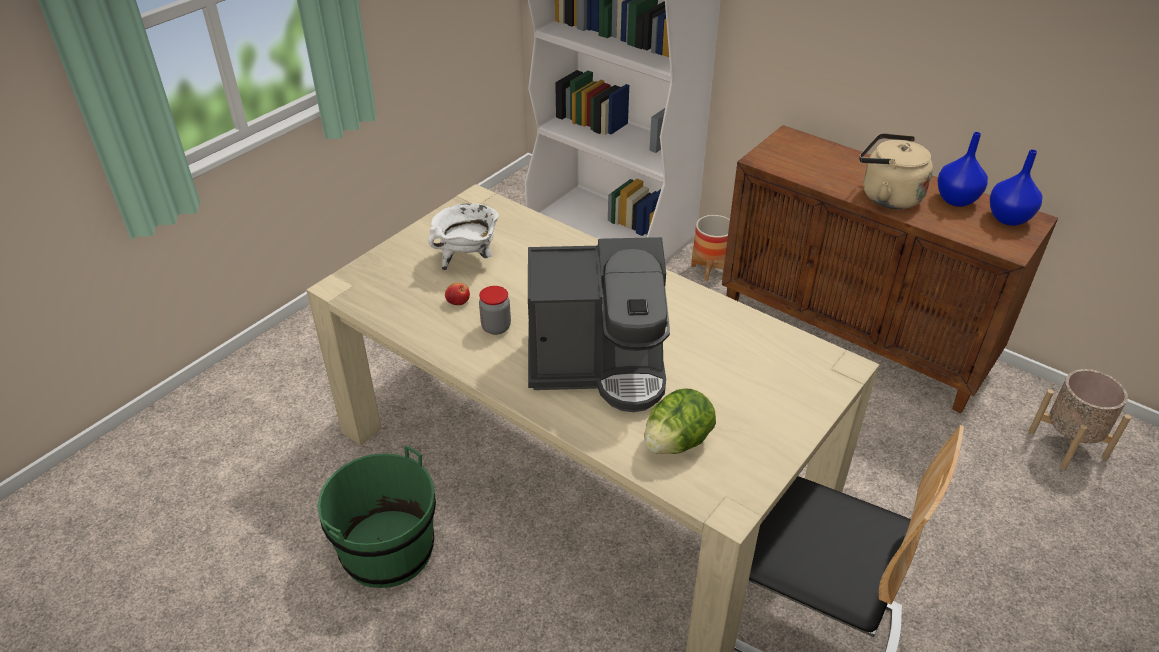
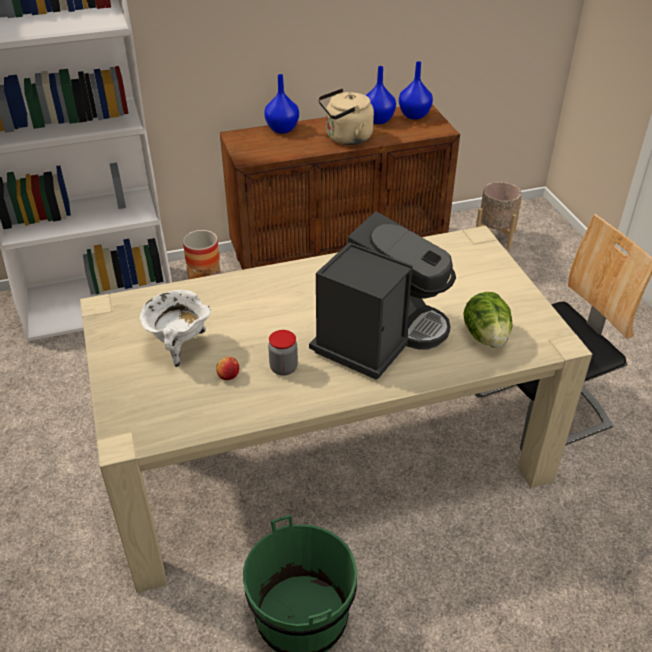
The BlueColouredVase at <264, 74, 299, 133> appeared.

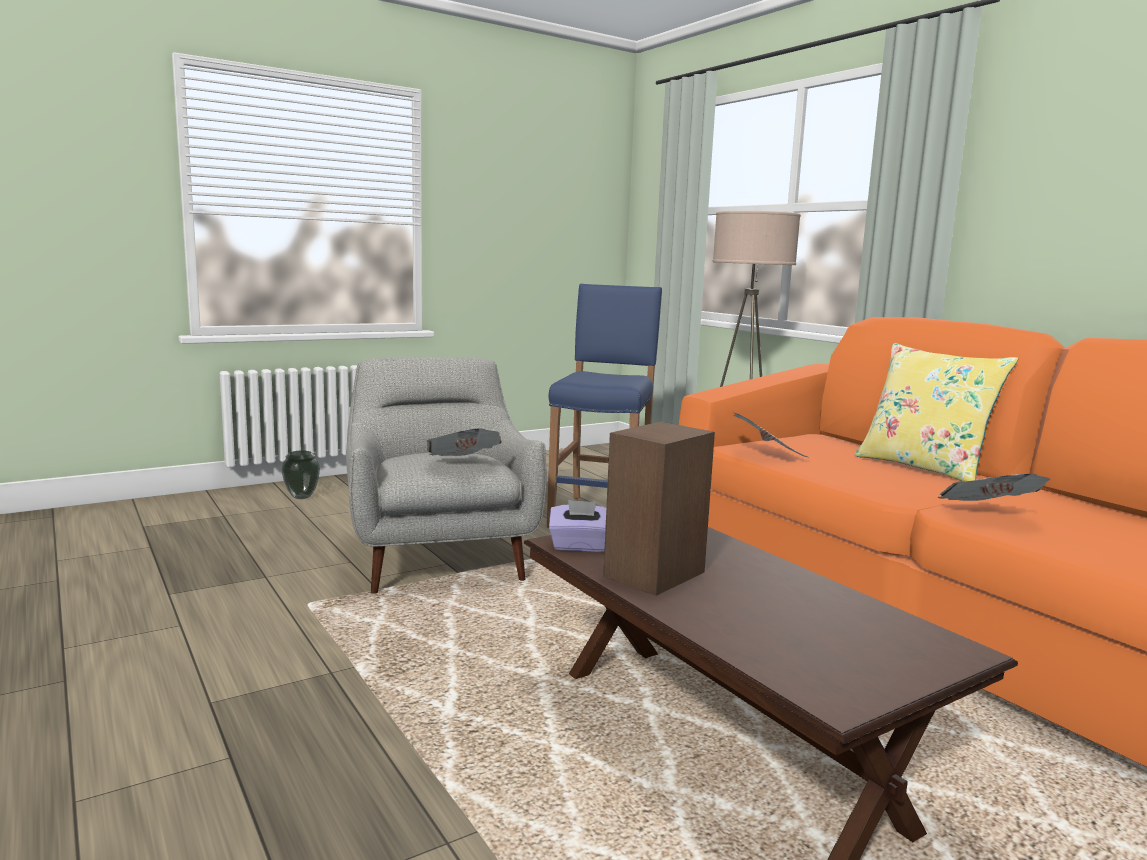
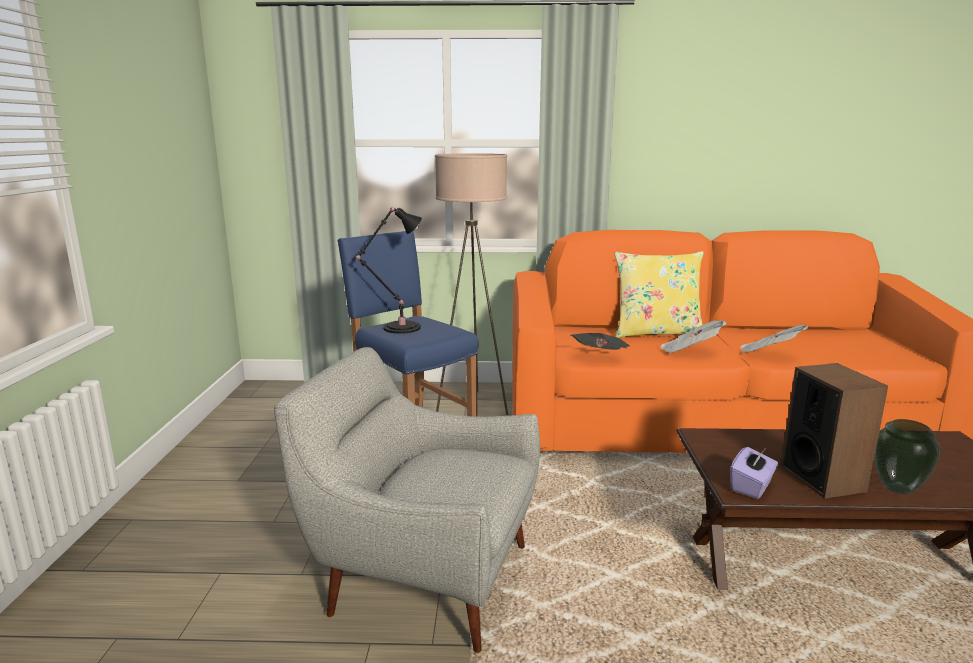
The PrintedPaper moved from <427, 428, 502, 456> to <660, 320, 726, 353>.
The Vase moved from <281, 451, 320, 499> to <874, 419, 940, 494>.
The BlackishLampForATable at <356, 207, 422, 334> appeared.

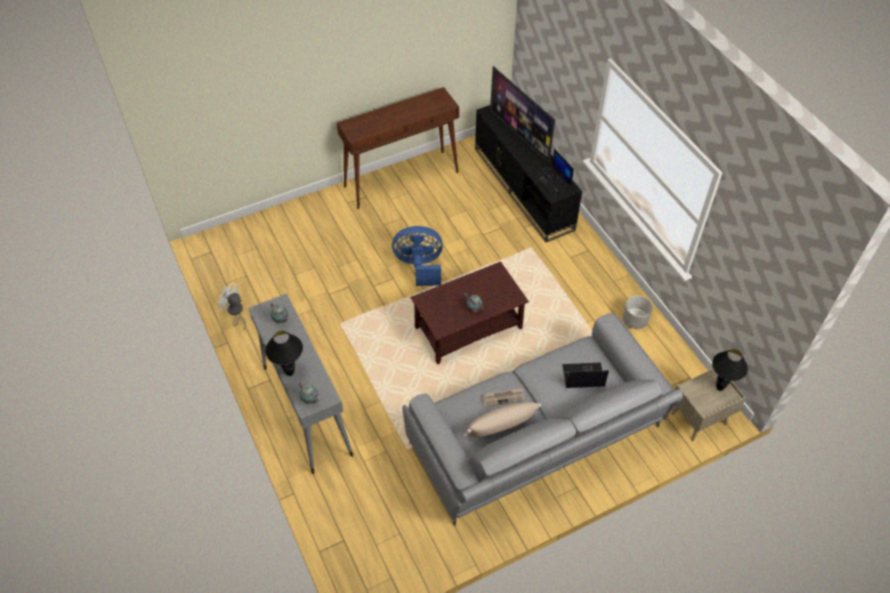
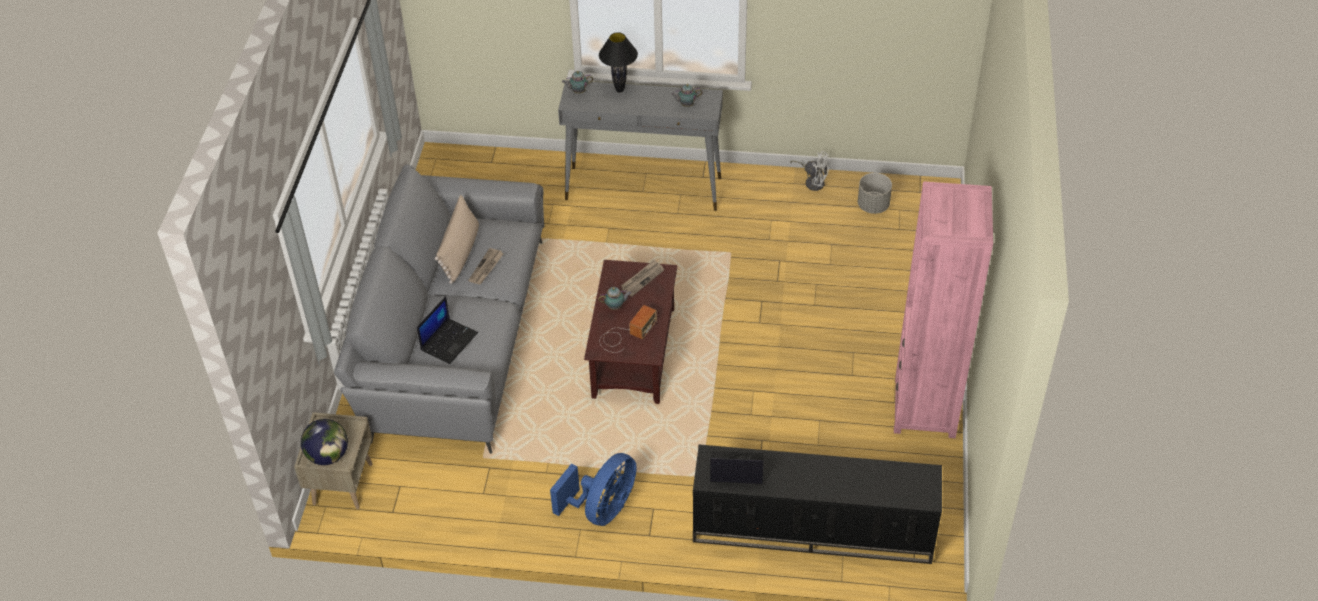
The Television at <490, 66, 555, 164> disappeared.
The BrownColouredNarrowTable at <337, 87, 459, 209> was replaced by the PinkShelvingUnit at <894, 181, 993, 438>.
The BlueColouredElectricFan moved from <392, 226, 443, 286> to <550, 453, 637, 526>.
The WhitishElectricFan at <217, 282, 246, 330> turned 45 degrees clockwise.
The GreyishPlanter moved from <623, 296, 653, 329> to <858, 173, 892, 214>.
The BlackishLampForATable at <712, 349, 748, 391> was replaced by the Globe at <301, 419, 348, 465>.
The PrintedPaper at <621, 260, 664, 297> appeared.
The Radio at <600, 305, 657, 353> appeared.

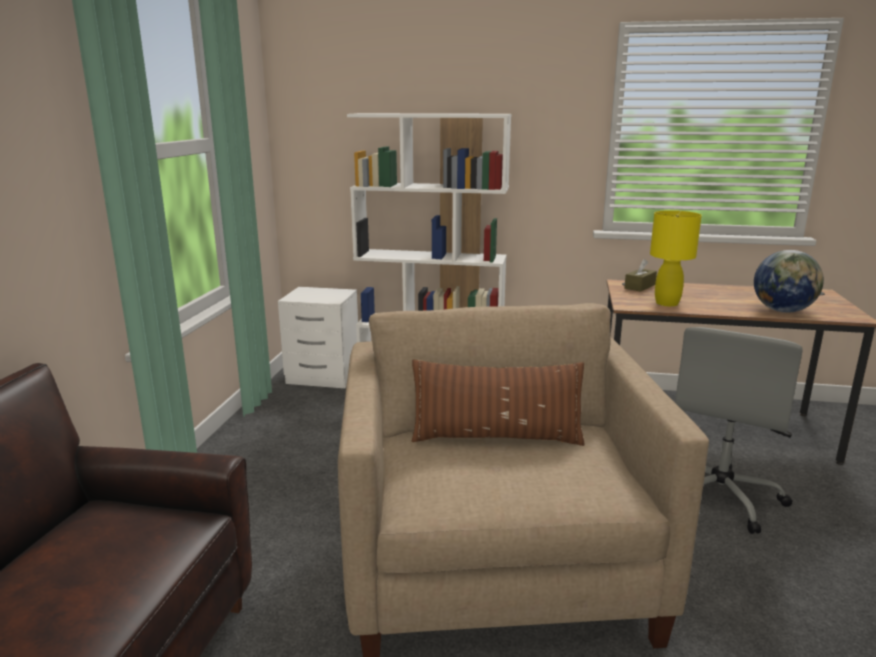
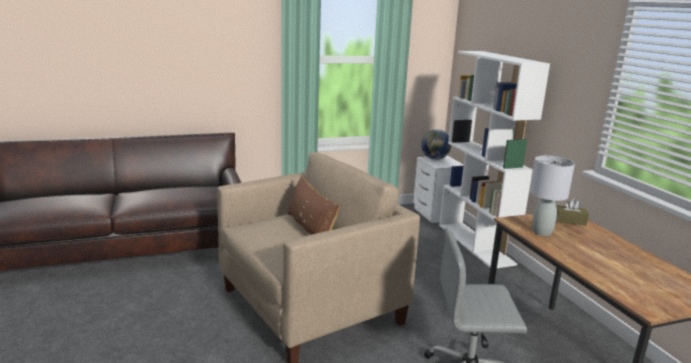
The YellowColouredLampForATable at <650, 210, 702, 307> became the GreyishLampForATable at <530, 156, 575, 236>.
The Globe moved from <754, 250, 824, 313> to <421, 129, 452, 160>.

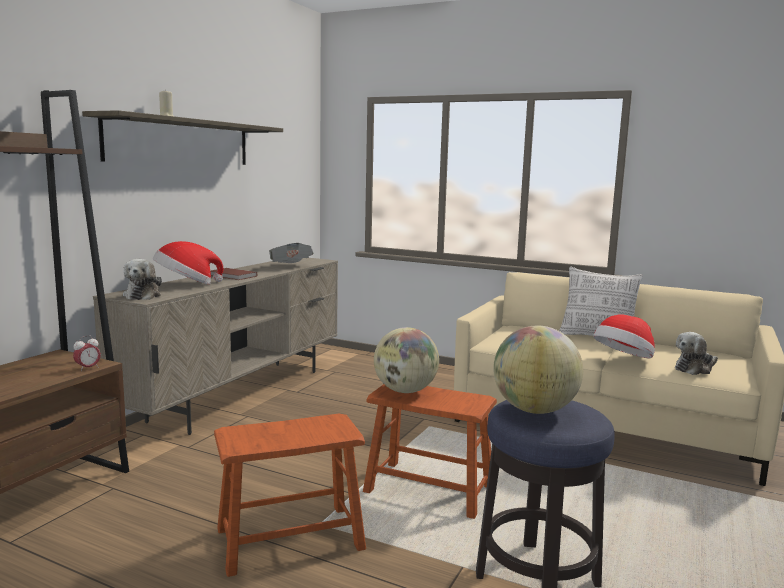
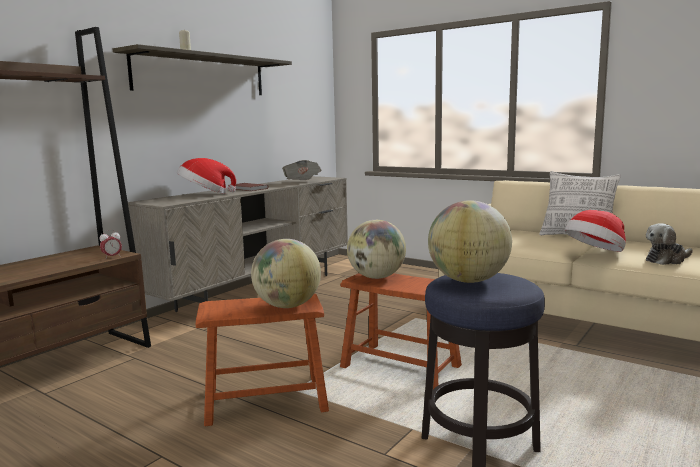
The SoftToy at <123, 259, 162, 300> disappeared.
The Globe at <251, 239, 321, 308> appeared.

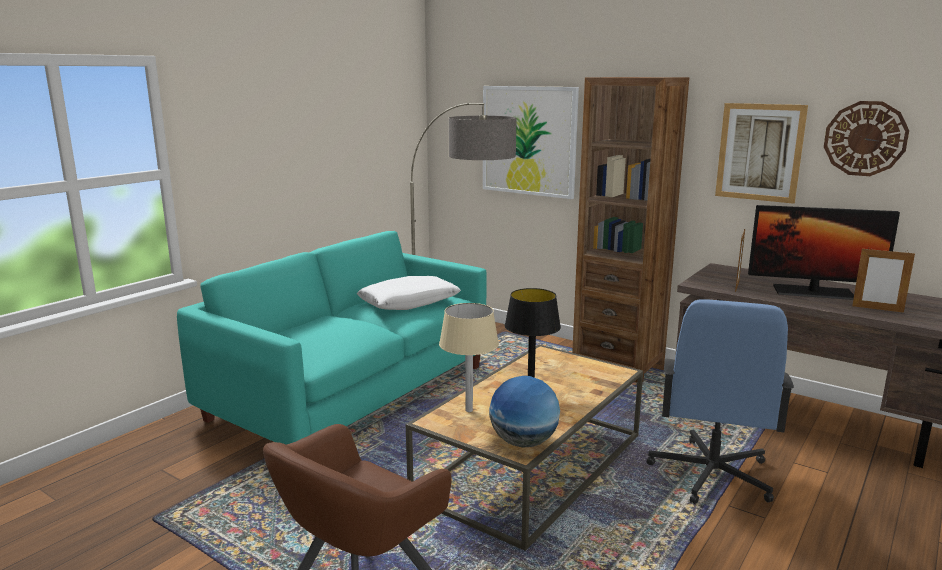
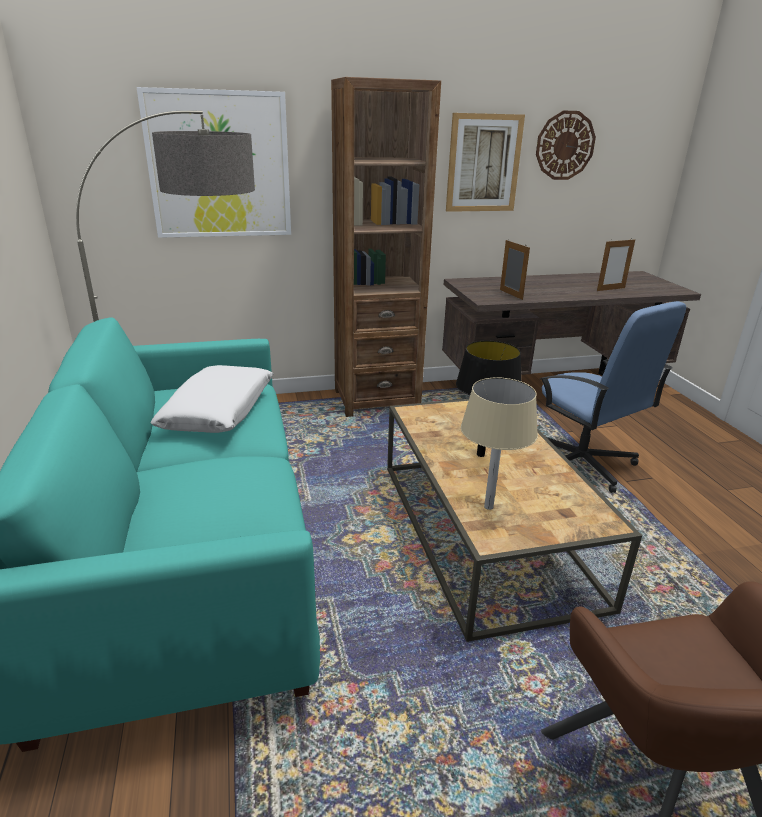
The Monitor at <748, 205, 900, 300> disappeared.
The Globe at <489, 376, 560, 448> disappeared.

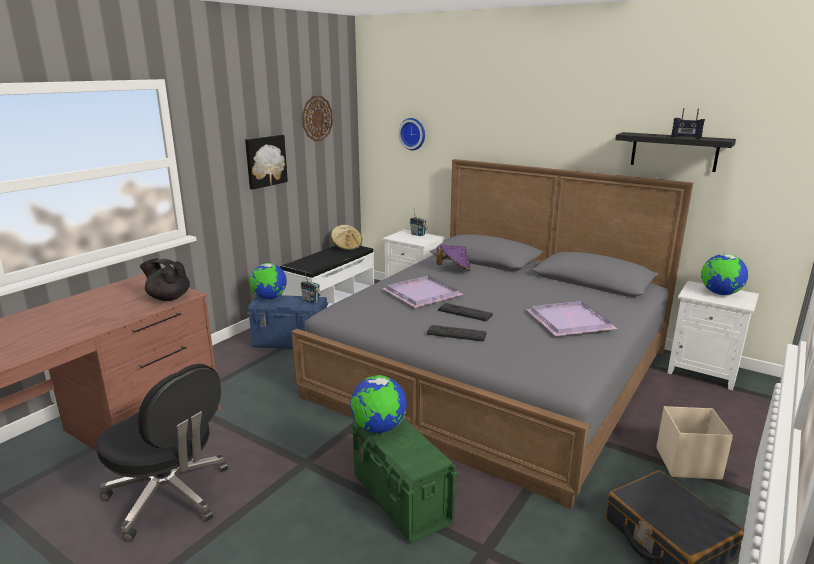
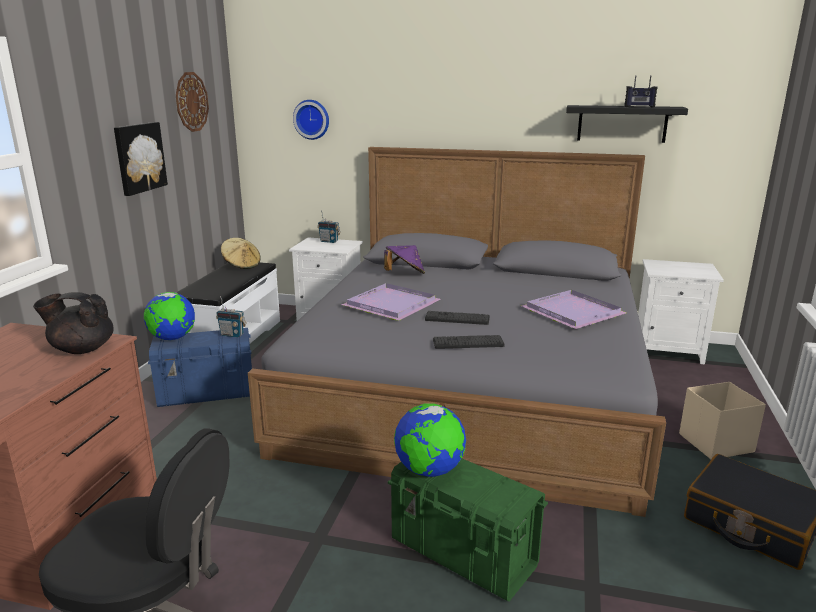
The Globe at <701, 254, 748, 295> disappeared.

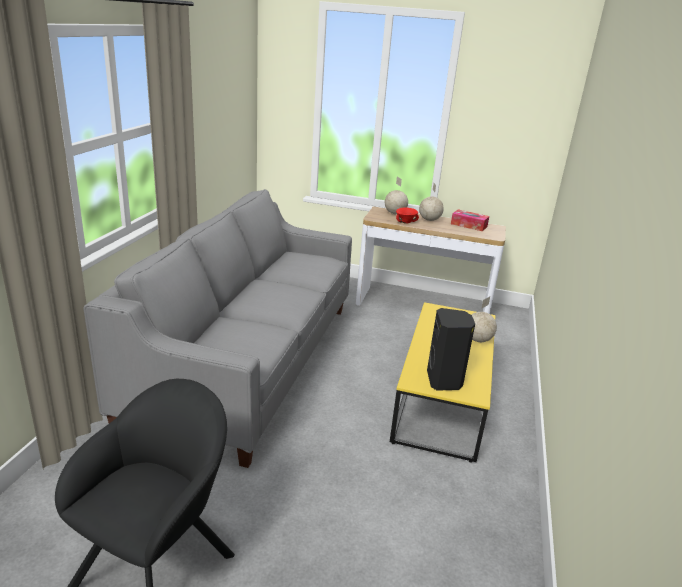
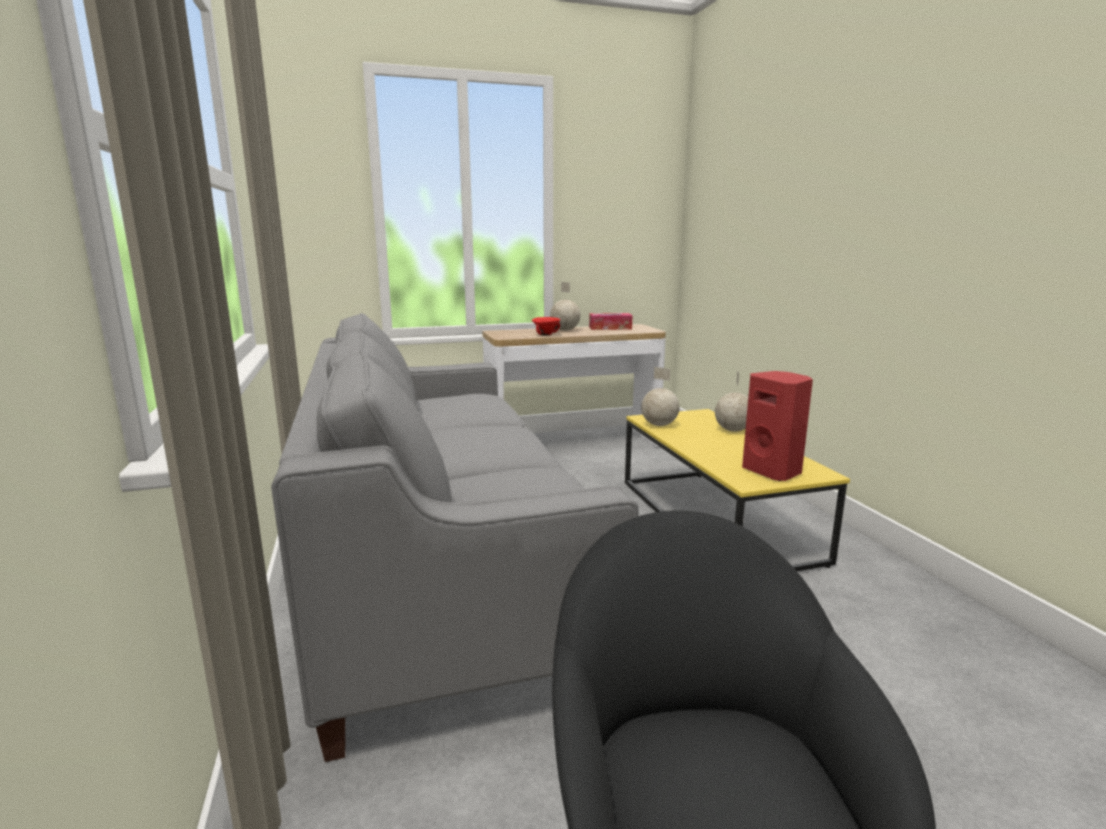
The Globe moved from <385, 177, 408, 214> to <641, 367, 680, 426>.
The BlackishAudioSpeaker at <427, 308, 475, 391> became the RedColouredAudioSpeaker at <742, 371, 813, 481>.

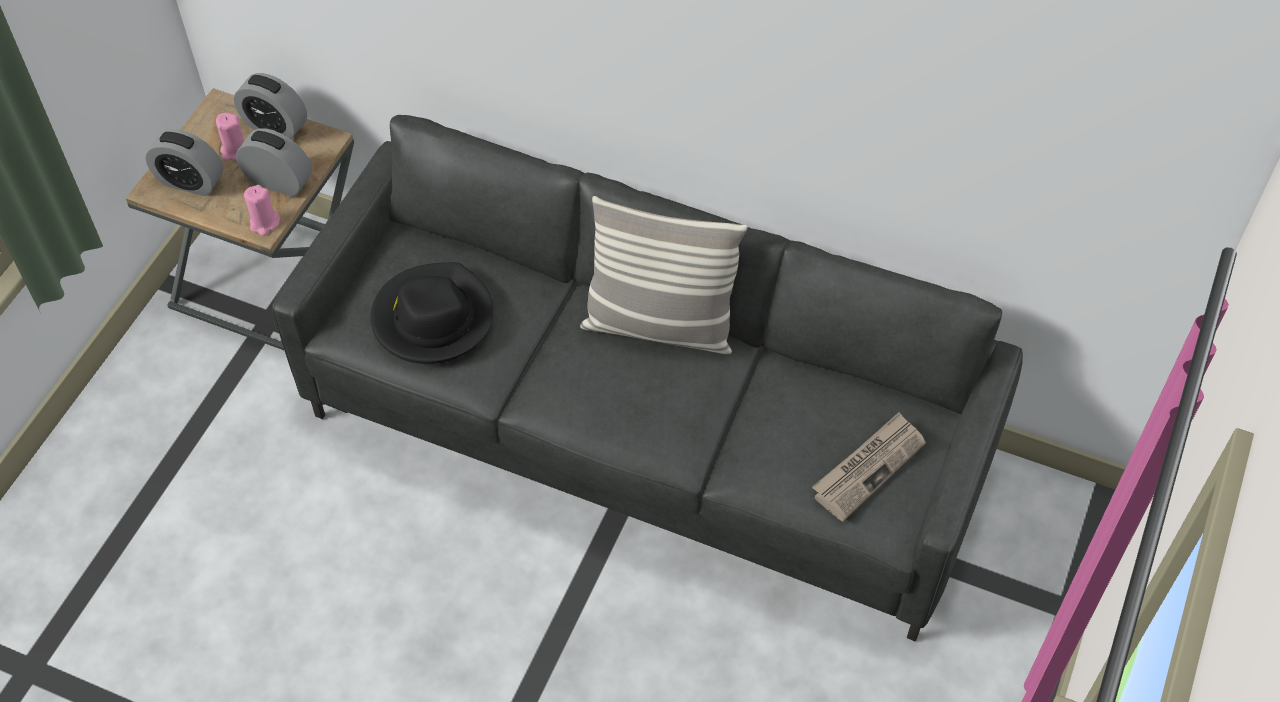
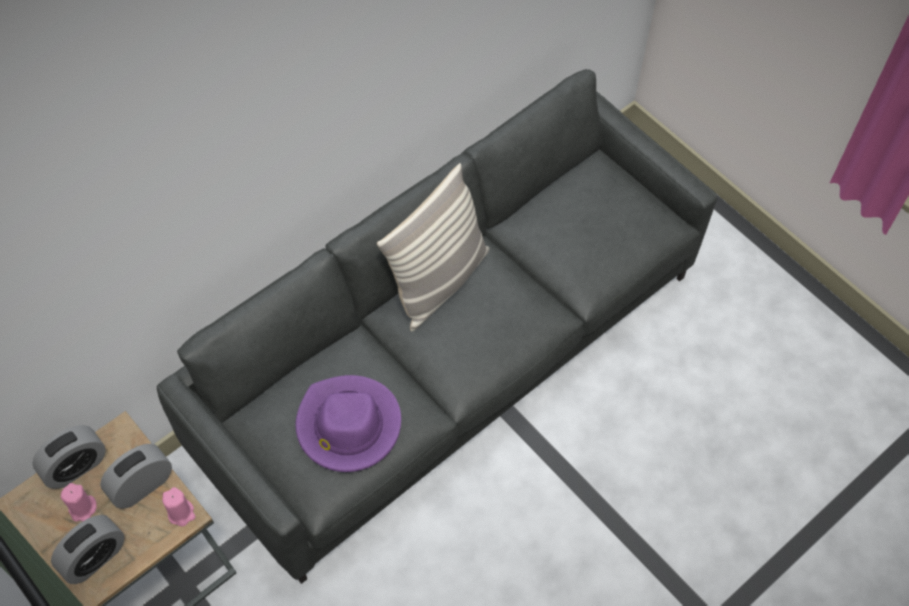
The BlackishHat at <371, 262, 493, 364> became the PurpleHat at <295, 375, 401, 472>.
The PrintedPaper at <812, 412, 926, 522> disappeared.

